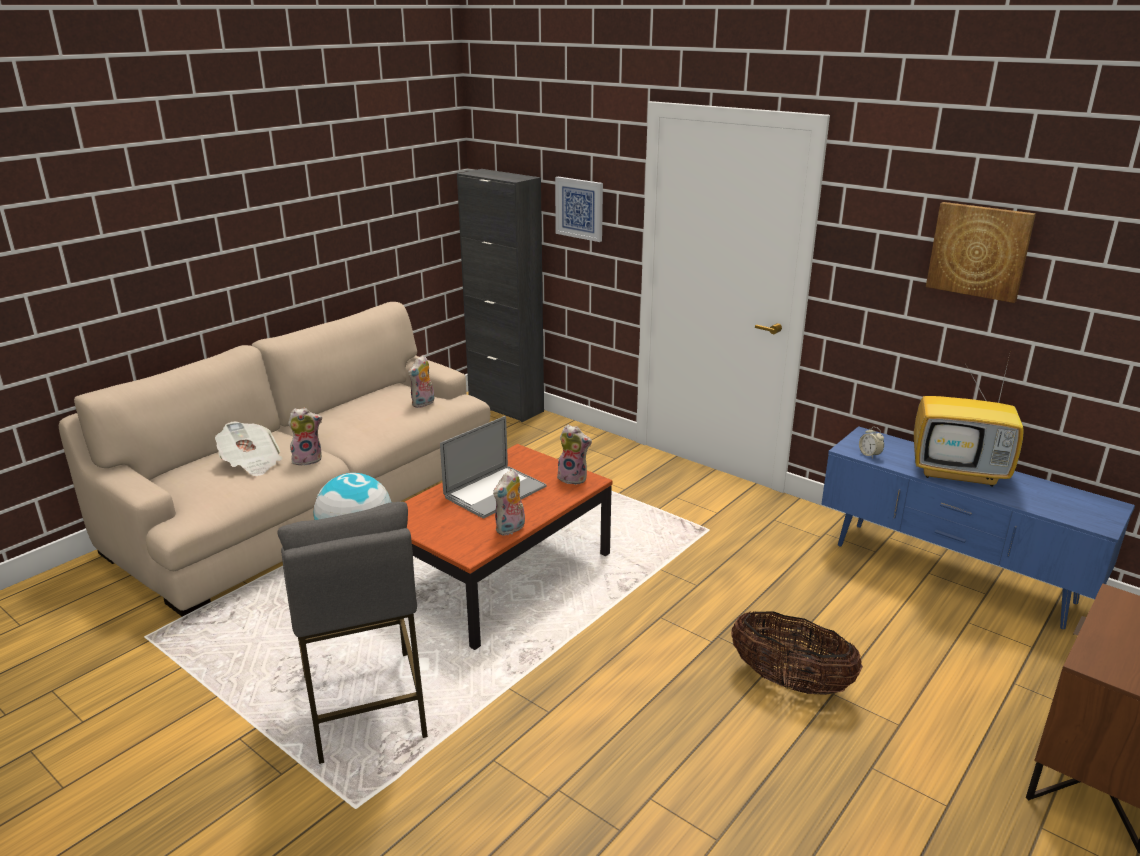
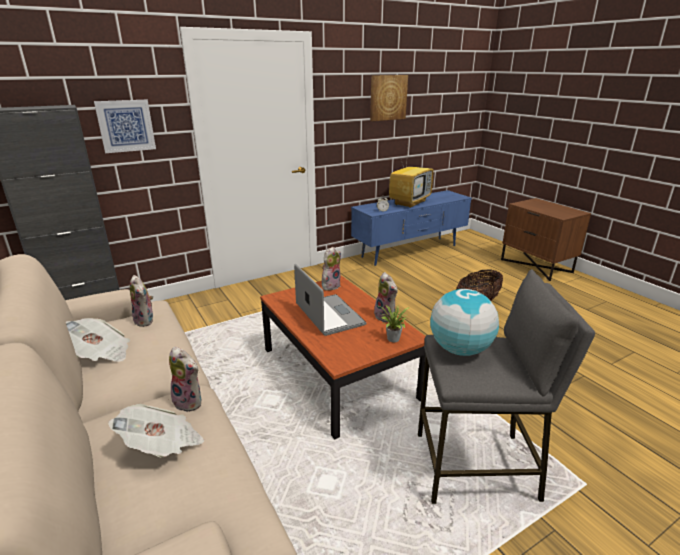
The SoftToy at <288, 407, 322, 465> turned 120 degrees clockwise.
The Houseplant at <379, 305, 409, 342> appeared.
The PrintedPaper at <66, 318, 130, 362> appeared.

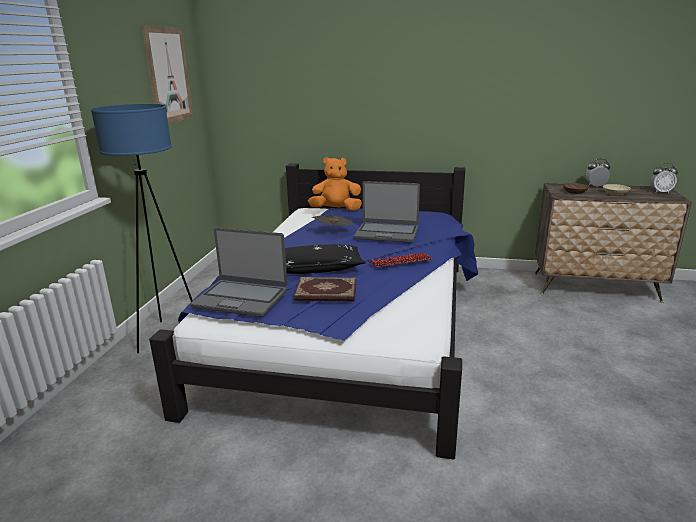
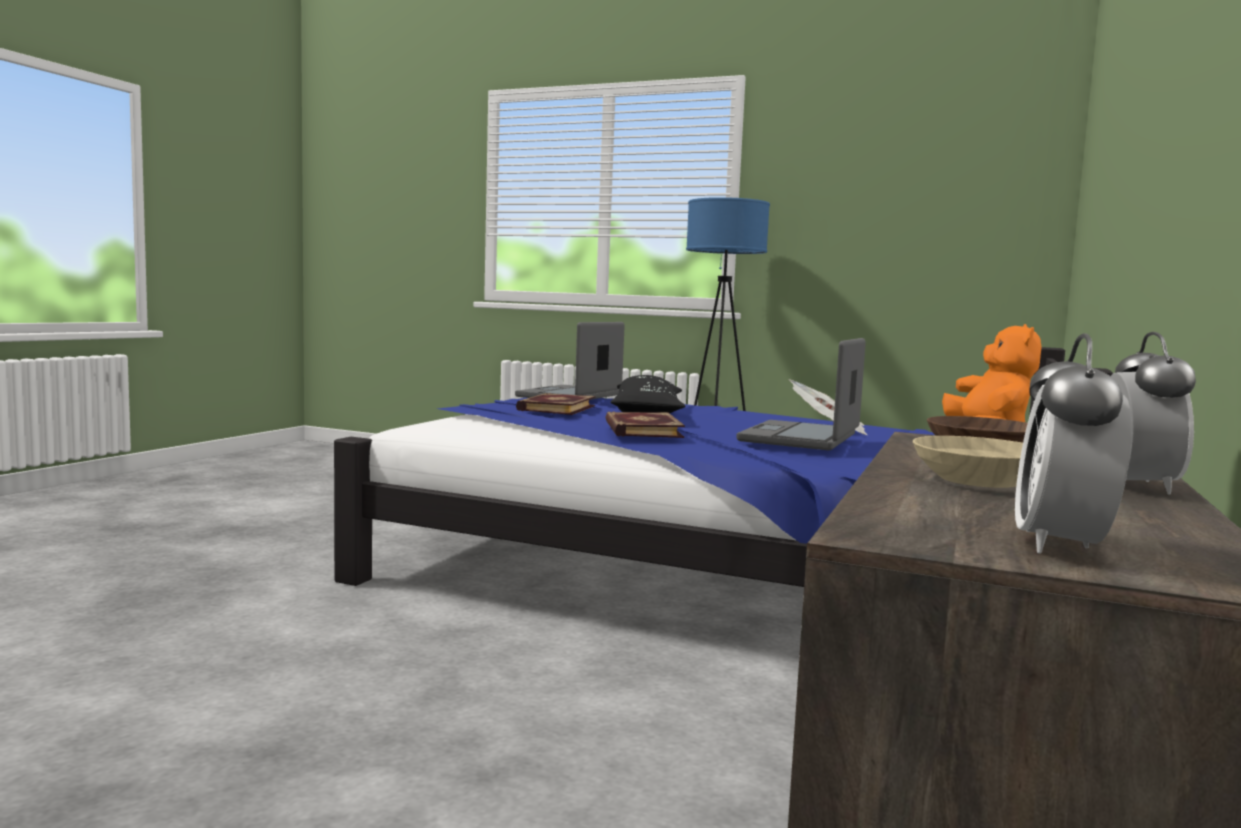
The WallPicture at <142, 25, 194, 124> disappeared.
The PcKeyboard at <370, 253, 432, 268> was replaced by the Volume at <605, 411, 685, 438>.

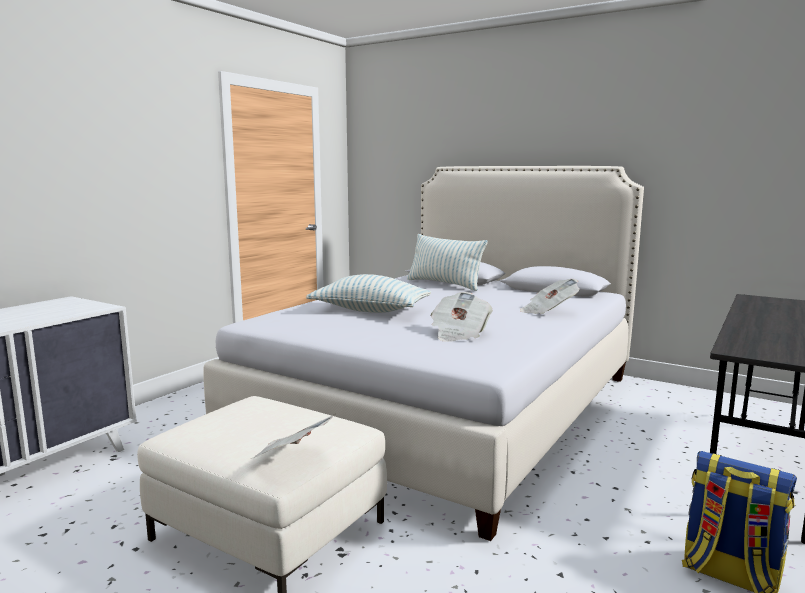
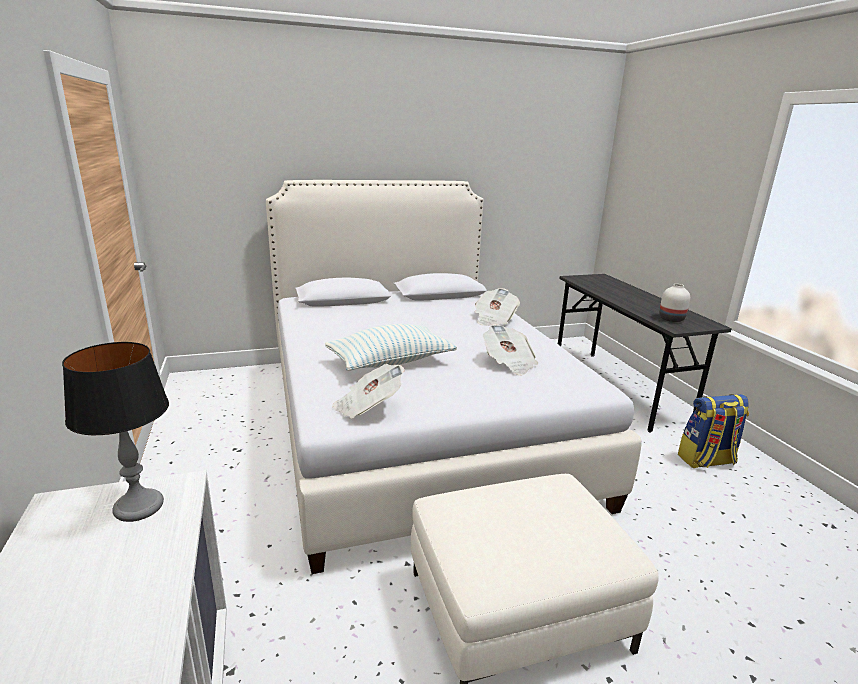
The Pillow at <407, 234, 488, 291> disappeared.
The PrintedPaper moved from <251, 414, 335, 459> to <332, 364, 405, 419>.
The WhitishVase at <659, 284, 690, 322> appeared.
The LampForATable at <62, 342, 169, 522> appeared.

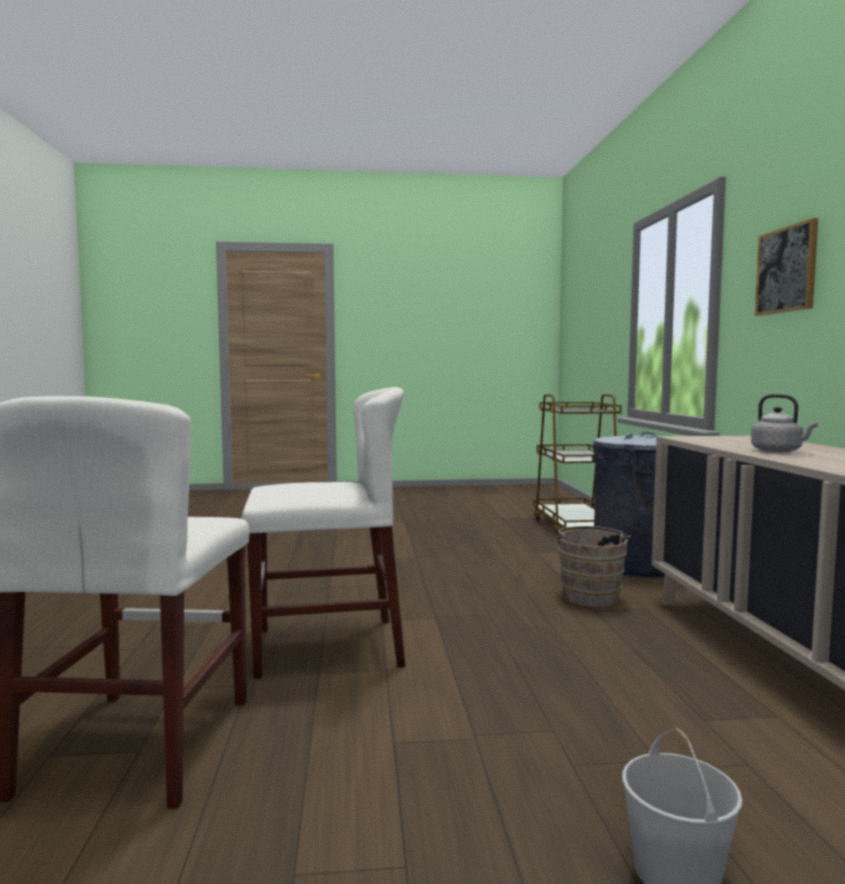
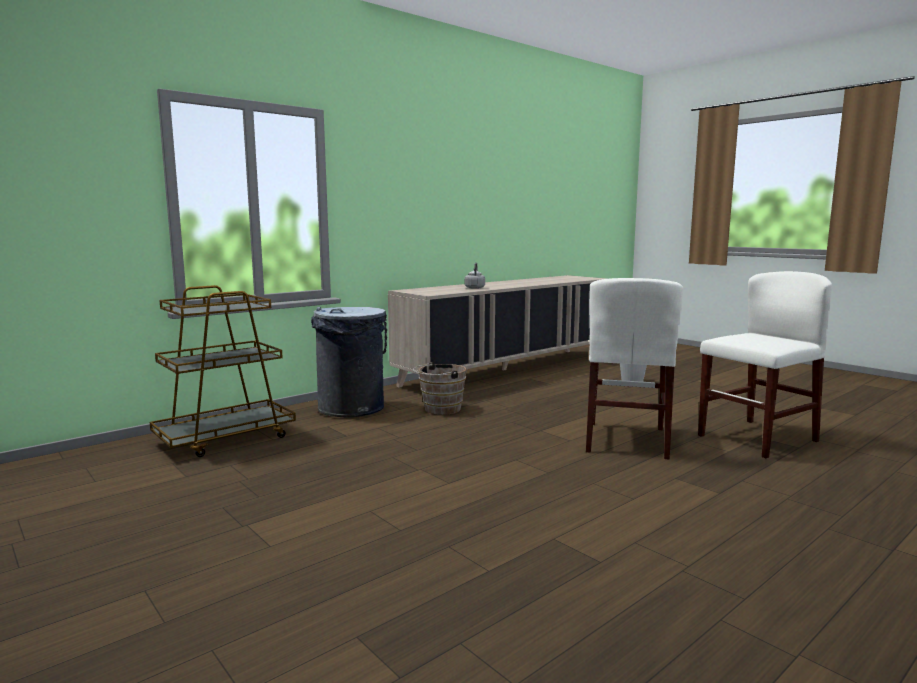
The WallPicture at <755, 218, 818, 316> disappeared.
The WhitishChair at <242, 387, 405, 679> turned 120 degrees counterclockwise.

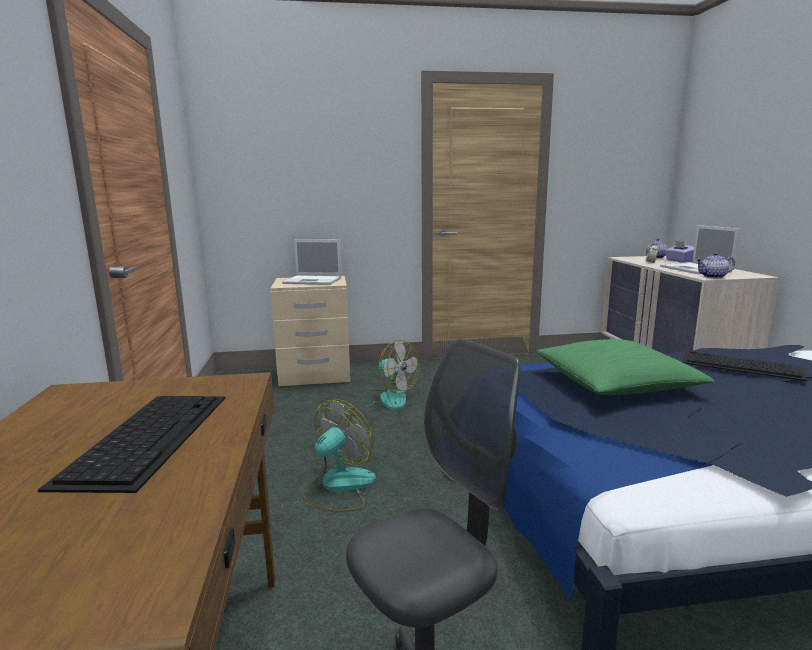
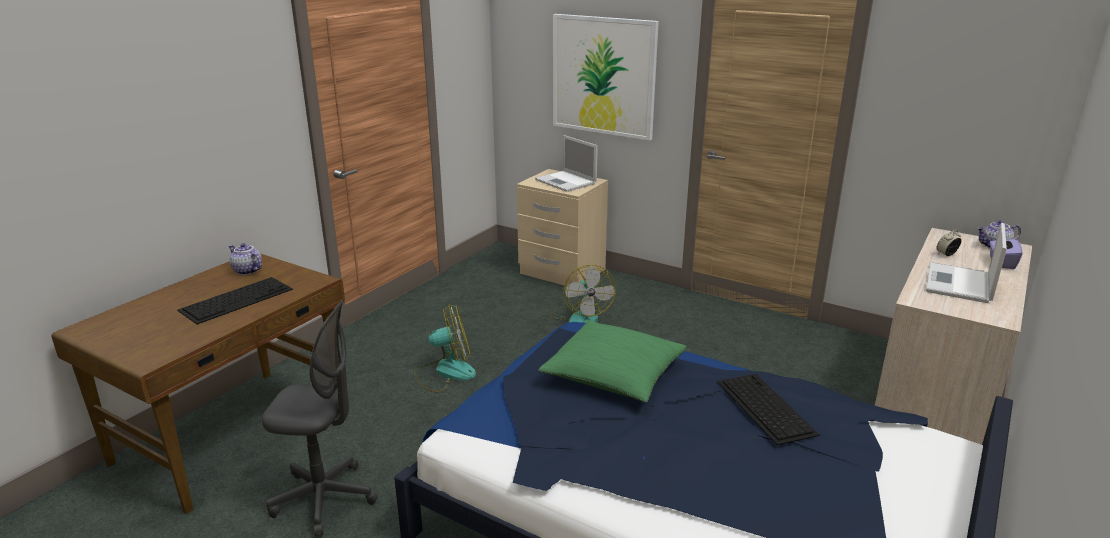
The Teapot moved from <696, 253, 735, 278> to <229, 243, 262, 275>.
The WallPicture at <553, 14, 659, 140> appeared.

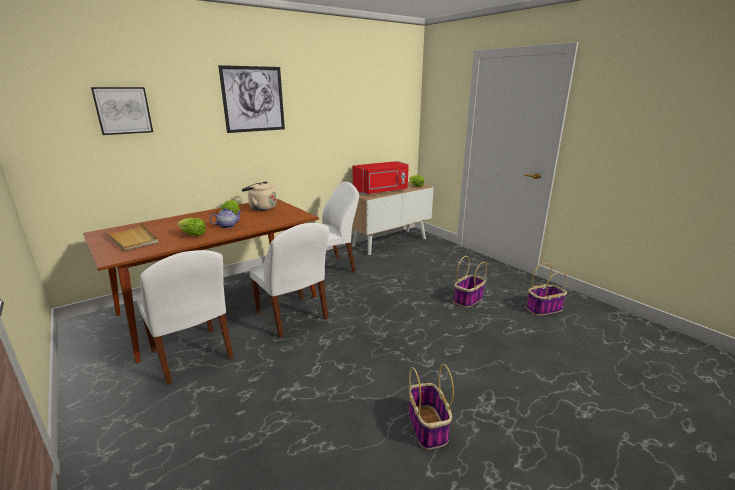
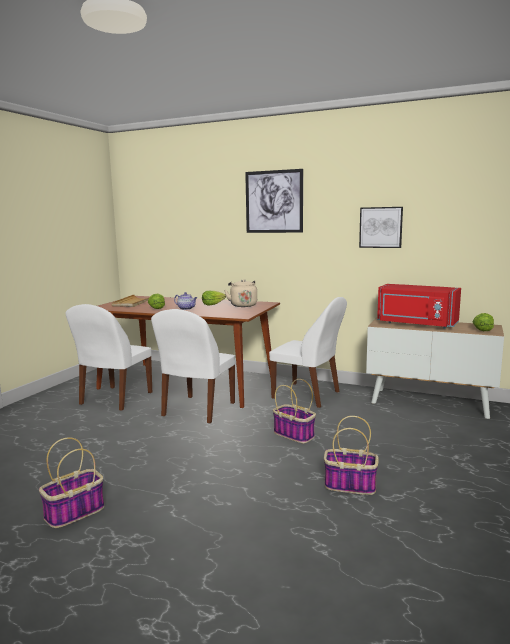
The WallPicture moved from <91, 87, 153, 135> to <359, 207, 403, 248>.
The StorageBasket moved from <526, 263, 567, 316> to <273, 379, 316, 443>.

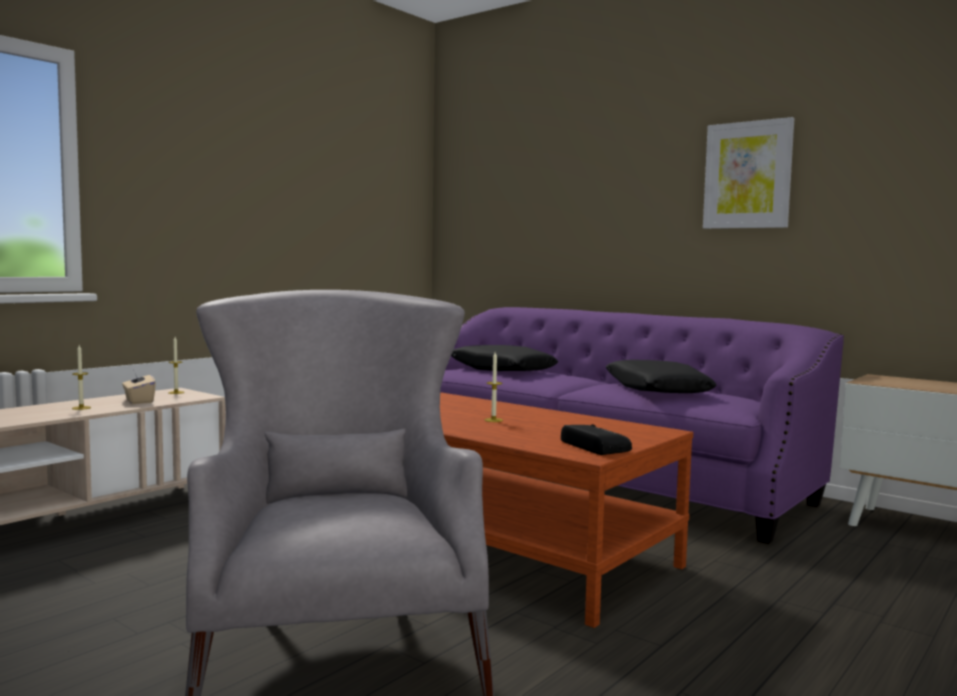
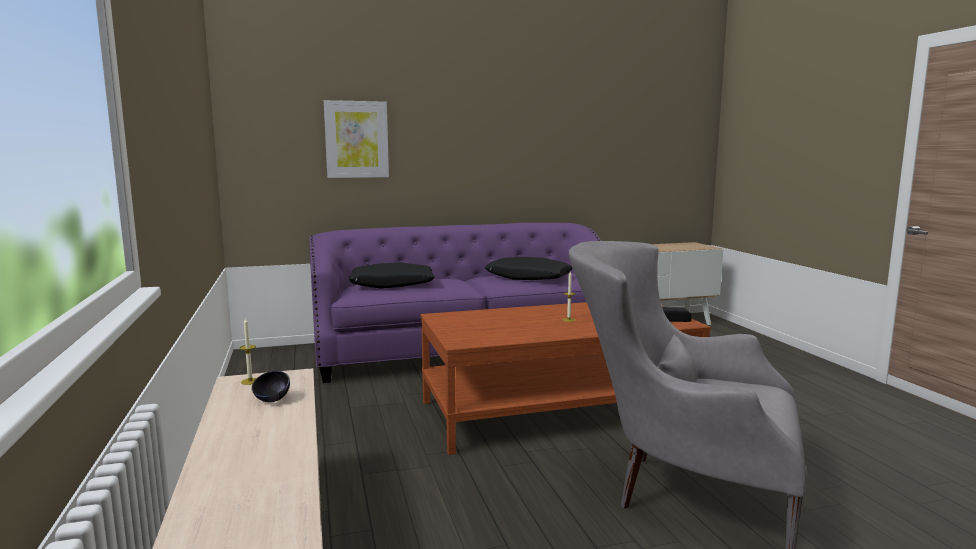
The WallPicture moved from <703, 117, 795, 229> to <324, 100, 389, 178>.
The Candle at <72, 345, 91, 410> disappeared.
The BeigeBoxOfTissues at <122, 369, 156, 404> was replaced by the BlackishDeepDish at <252, 371, 290, 402>.

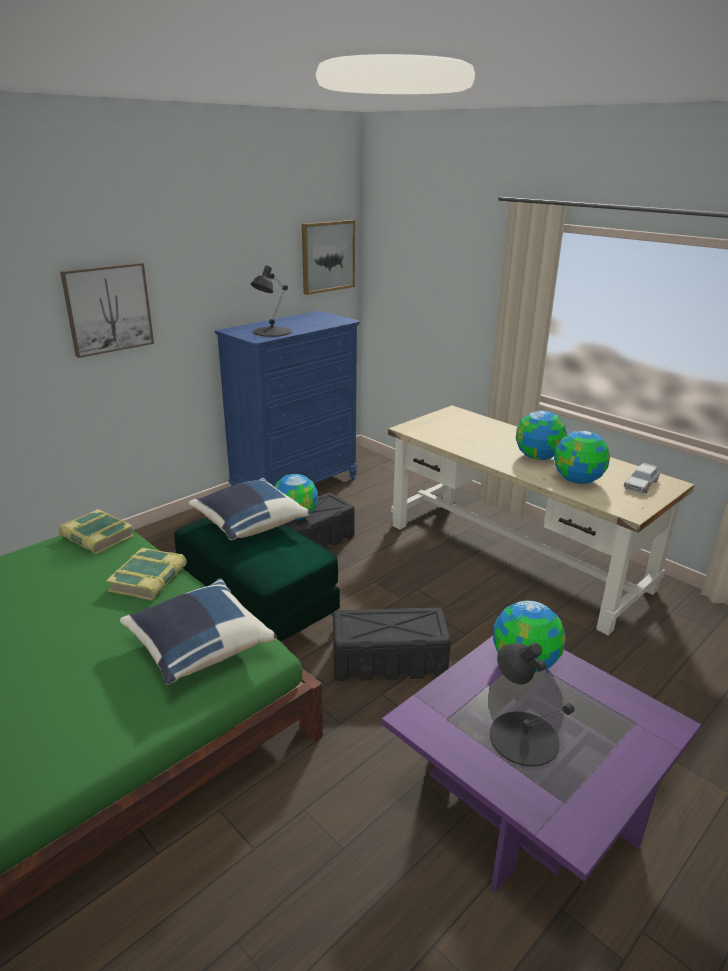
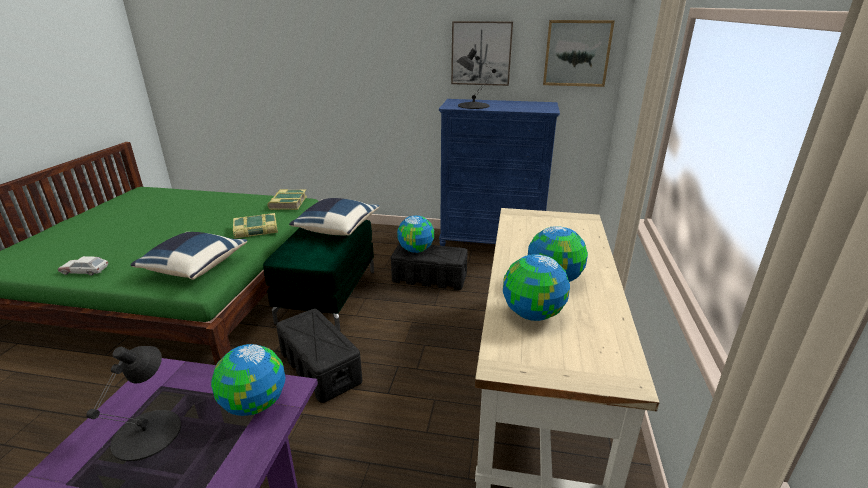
The WallPicture moved from <60, 263, 154, 358> to <451, 21, 513, 86>.
The ToyCar moved from <624, 463, 660, 494> to <58, 256, 108, 275>.

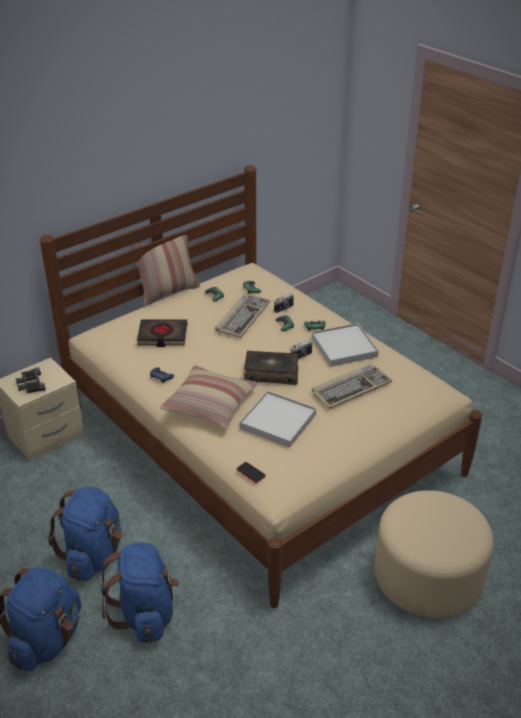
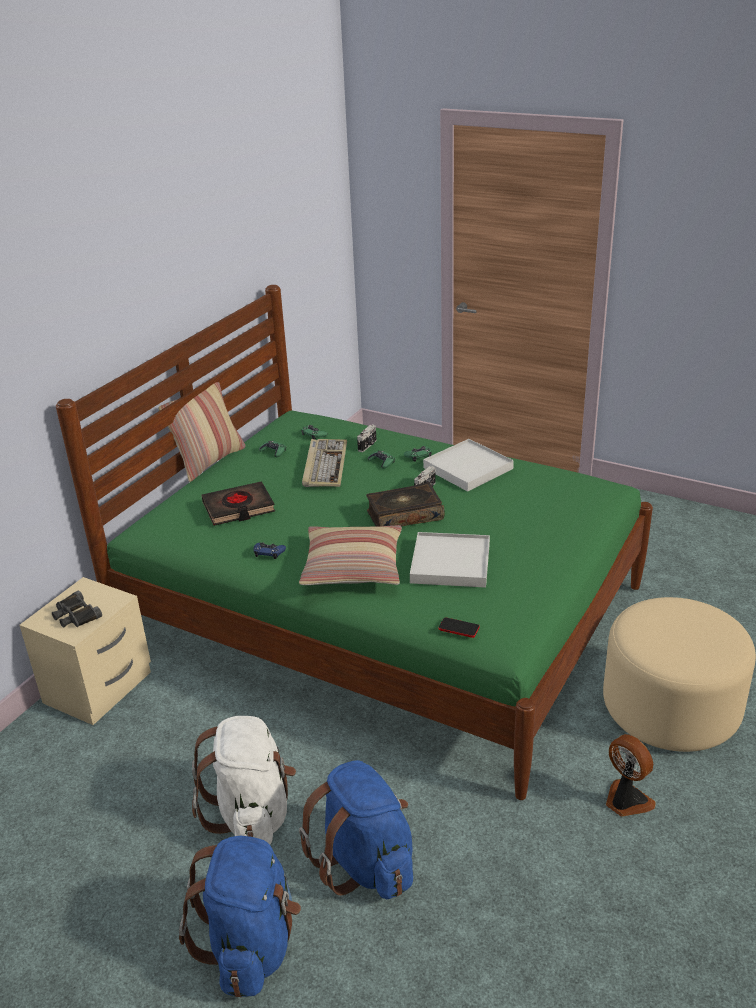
The BeigeBed at <40, 165, 482, 608> became the GreenBed at <56, 285, 653, 800>.
The PcKeyboard at <312, 363, 392, 409> disappeared.
The BlueColouredBackpack at <48, 487, 122, 581> became the WhitishBackpack at <192, 716, 296, 844>.
The ElectricFan at <606, 734, 656, 817> appeared.

